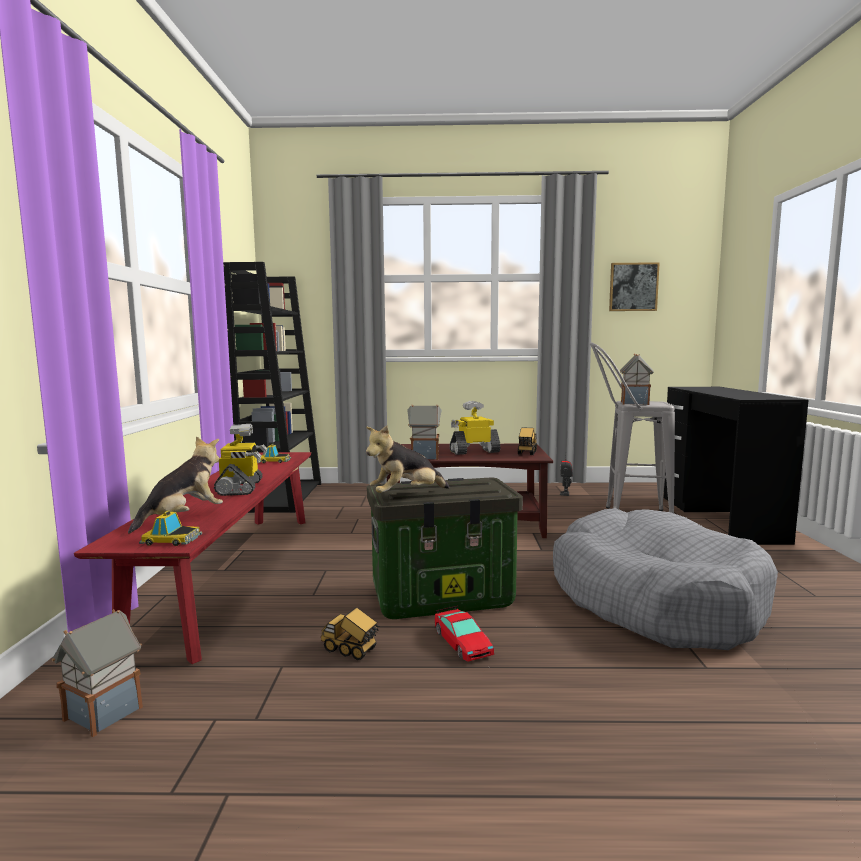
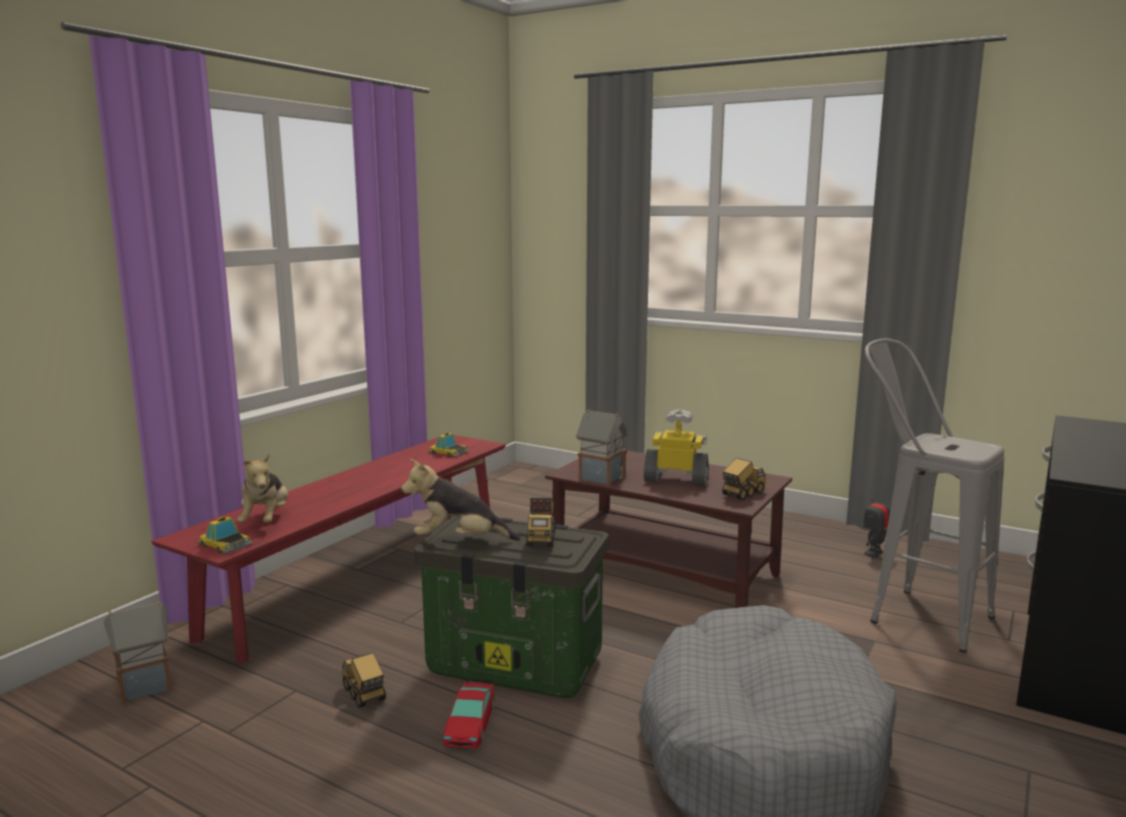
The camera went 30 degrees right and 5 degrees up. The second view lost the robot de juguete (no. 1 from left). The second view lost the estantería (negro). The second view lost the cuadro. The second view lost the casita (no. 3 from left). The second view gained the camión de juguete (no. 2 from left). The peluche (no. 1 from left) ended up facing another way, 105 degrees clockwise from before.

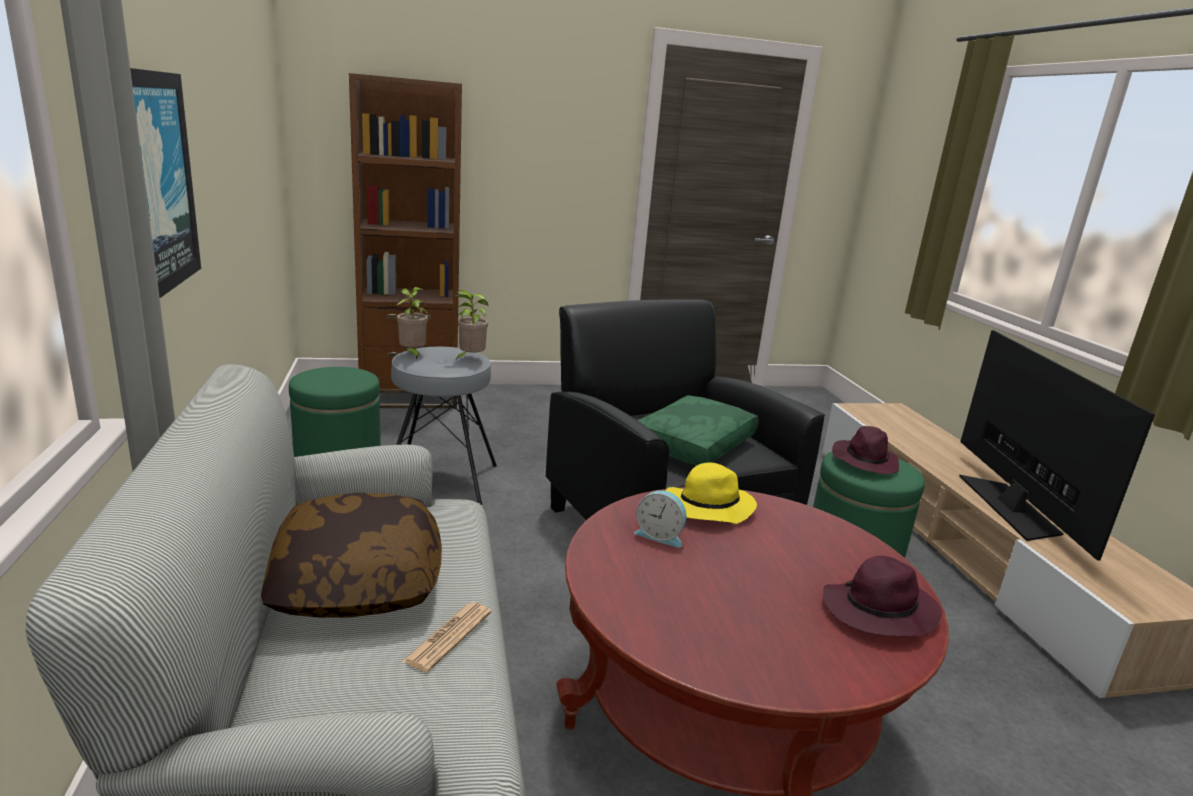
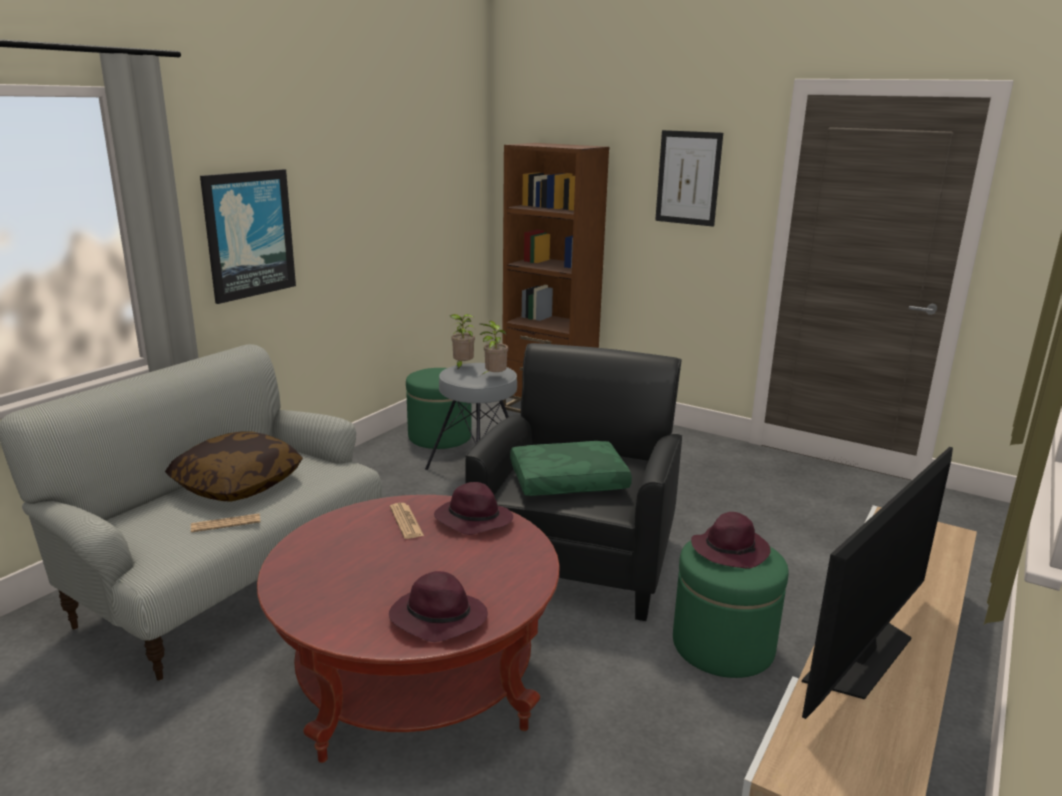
The camera went 45 degrees right and 0 degrees up. The second view gained the cuadro (no. 2 from left). Where the despertador stood, the periódico (no. 2 from left) came to stand. What was the sombrero (amarillo) turned into the sombrero (morado) (no. 2 from left).

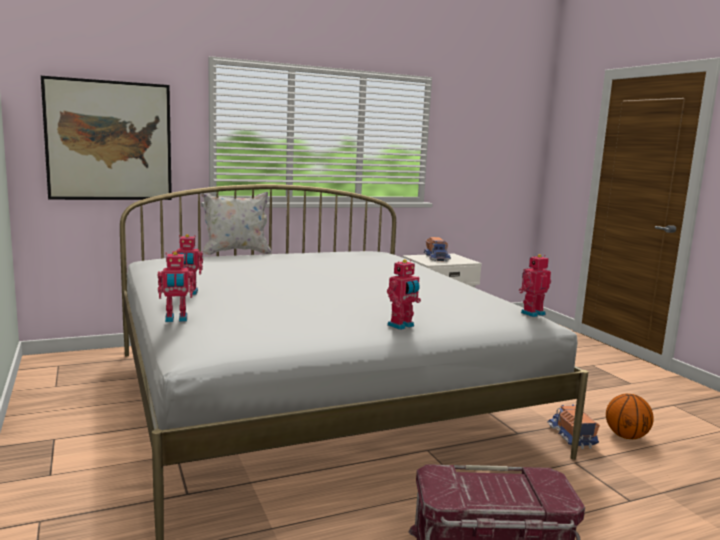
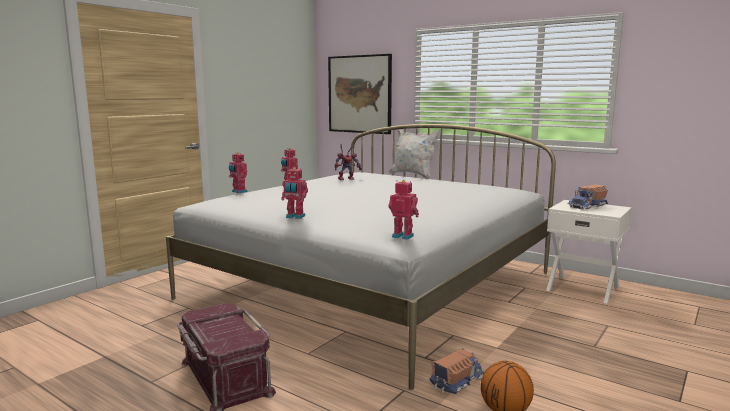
The camera went 60 degrees right and 0 degrees up. The second view gained the robot de juguete (no. 4 from left).

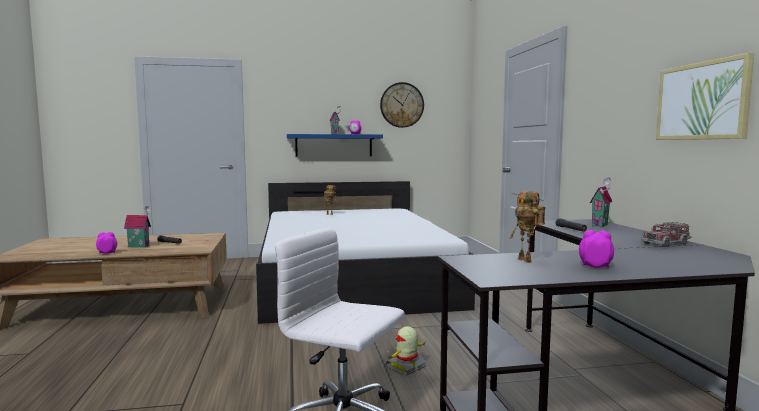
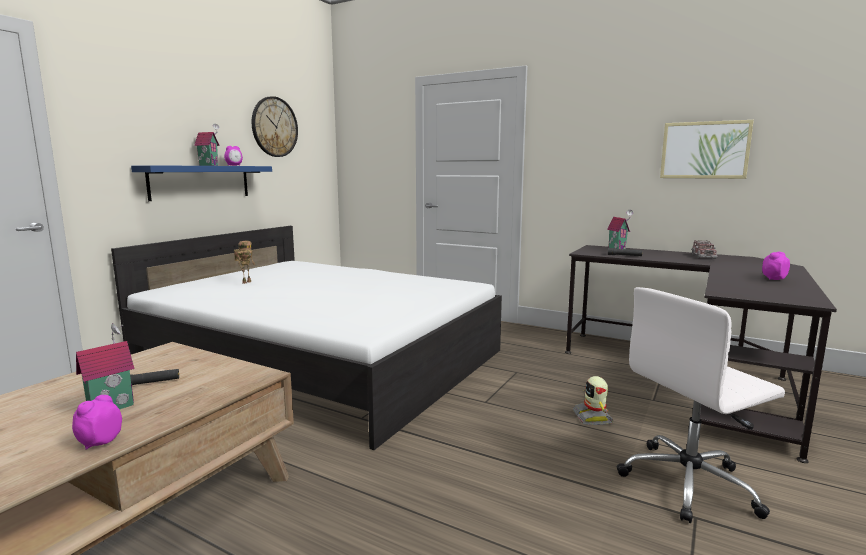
The camera went 50 degrees left and 5 degrees up. The second view lost the robot de juguete (no. 3 from left).

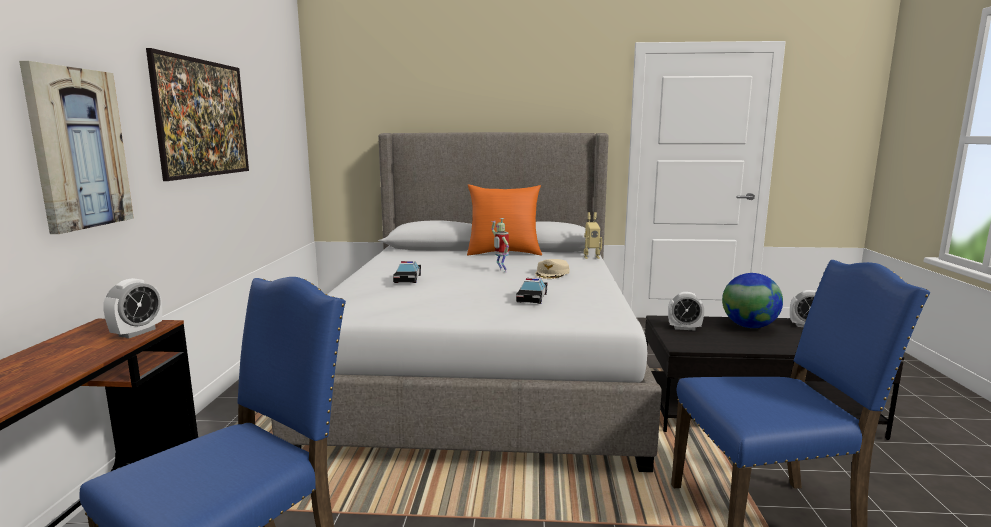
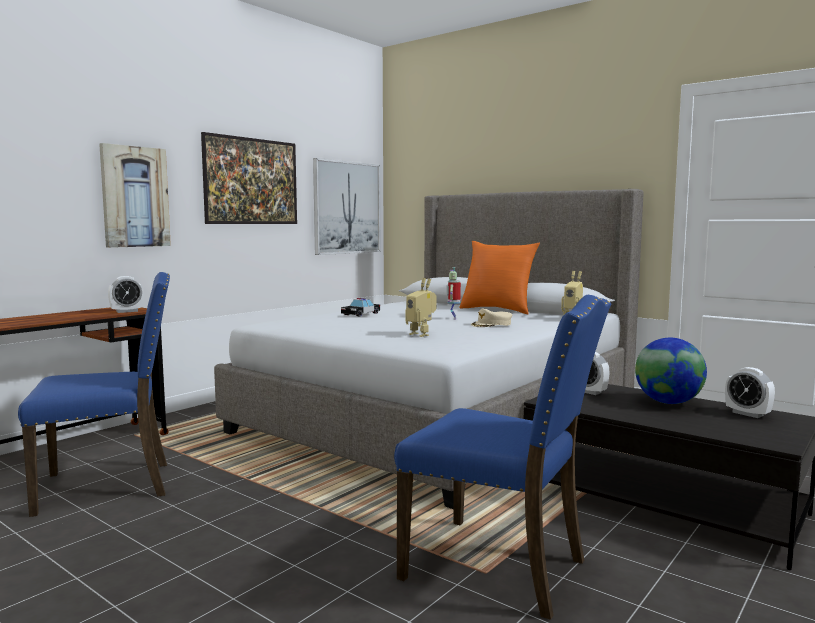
The camera went 35 degrees right and 5 degrees down. The second view gained the cuadro (no. 3 from left). Where the coche de juguete (no. 2 from left) stood, the robot de juguete (no. 1 from left) came to stand.

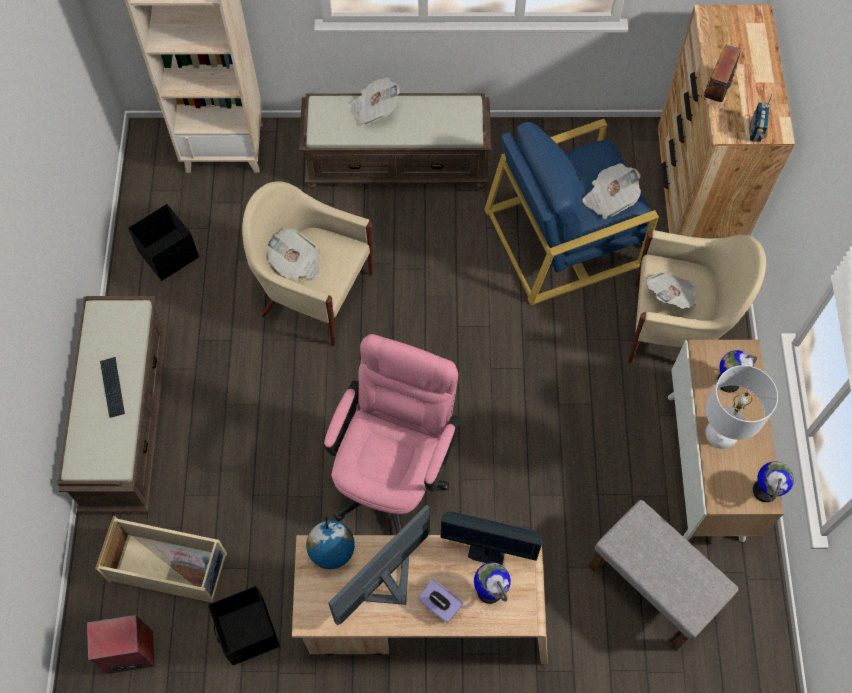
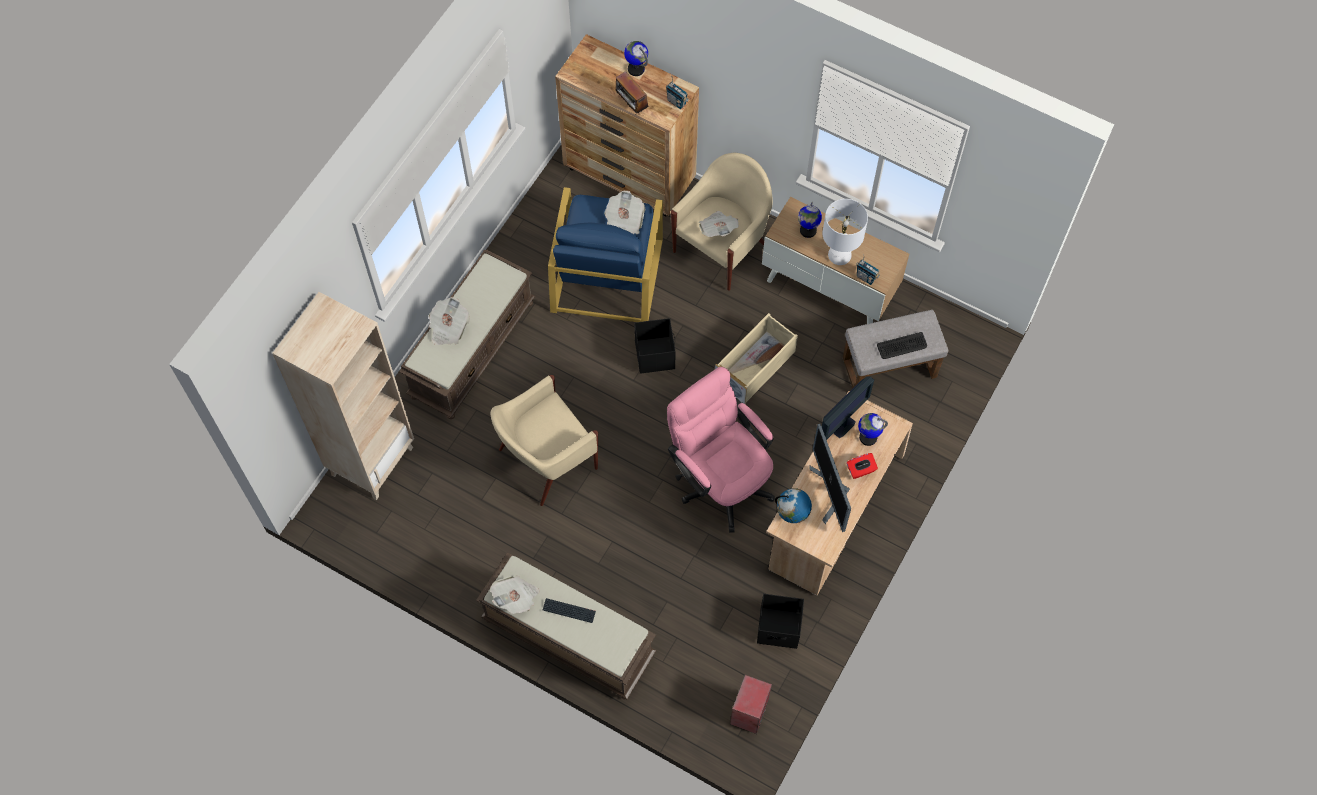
The camera went 60 degrees left and 0 degrees up. The second view gained the radio (no. 3 from left). The second view gained the teclado (no. 2 from left). The caja de almacenaje (beis) ended up elsewhere. The caja de almacenaje (negro) (no. 1 from left) ended up elsewhere. The periódico (no. 1 from left in the first image) ended up elsewhere. The globo terráqueo (no. 4 from left in the first image) ended up elsewhere. What was the caja de pañuelos (morado) turned into the caja de pañuelos (rojo).

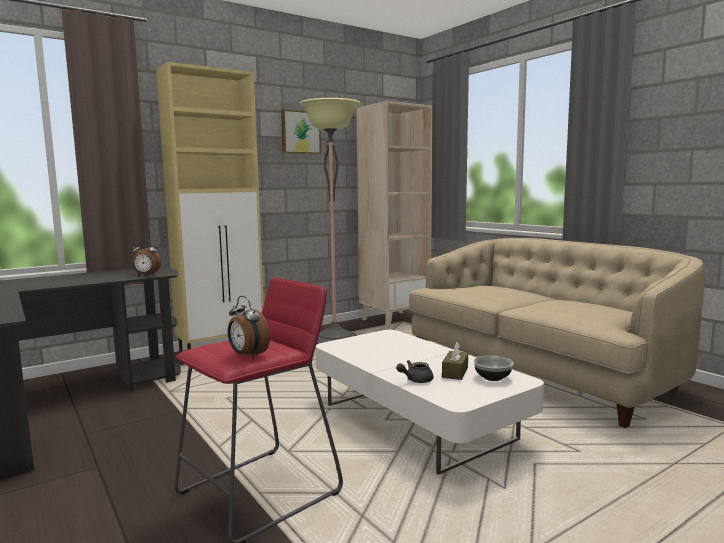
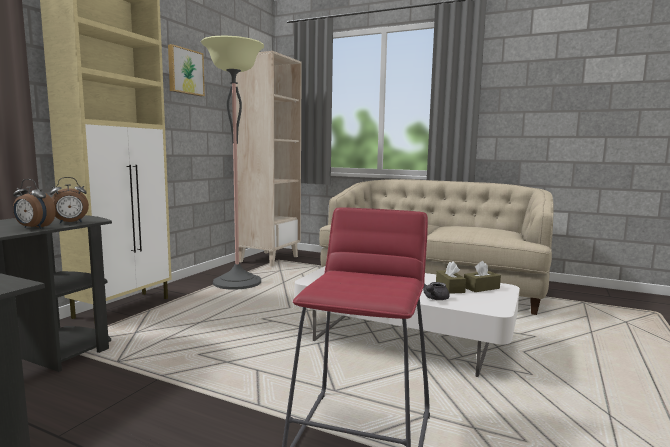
The camera went 30 degrees left and 0 degrees up. The despertador (no. 2 from left in the first image) ended up elsewhere. Where the cuenco stood, the caja de pañuelos (marrón) (no. 2 from left) came to stand.

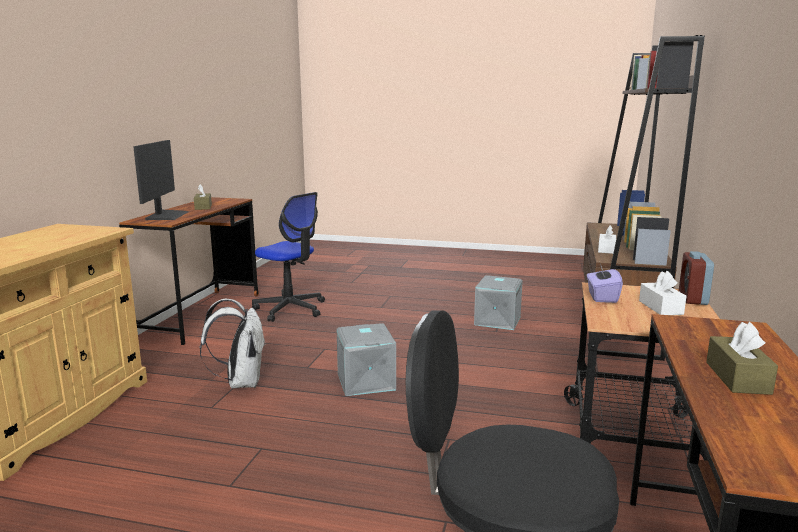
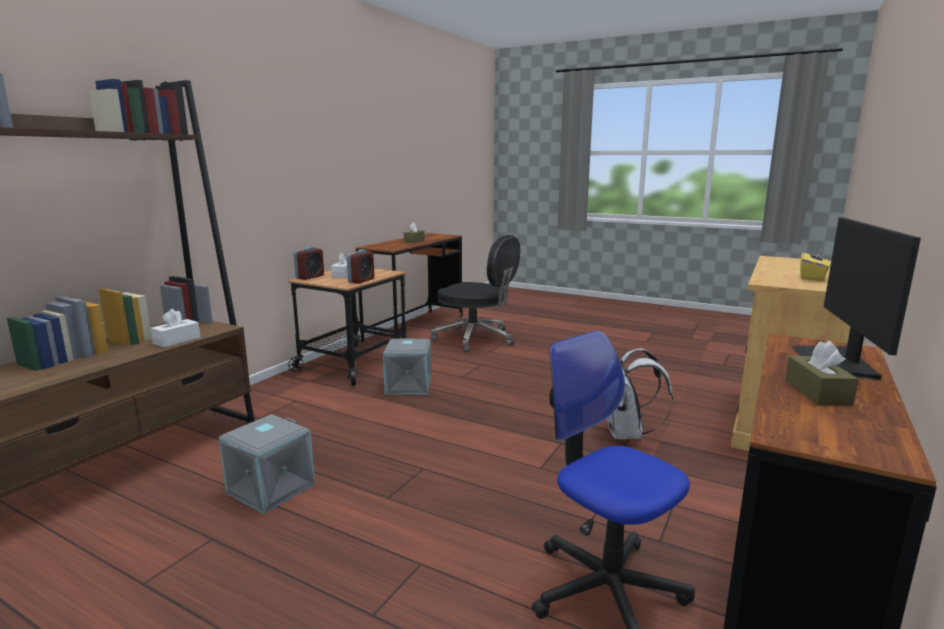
The camera went 165 degrees left and 0 degrees up. The second view gained the caja de pañuelos (amarillo). The caja de almacenaje (gris) (no. 1 from left in the first image) ended up elsewhere. Where the caja de pañuelos (morado) stood, the despertador (no. 2 from left) came to stand.

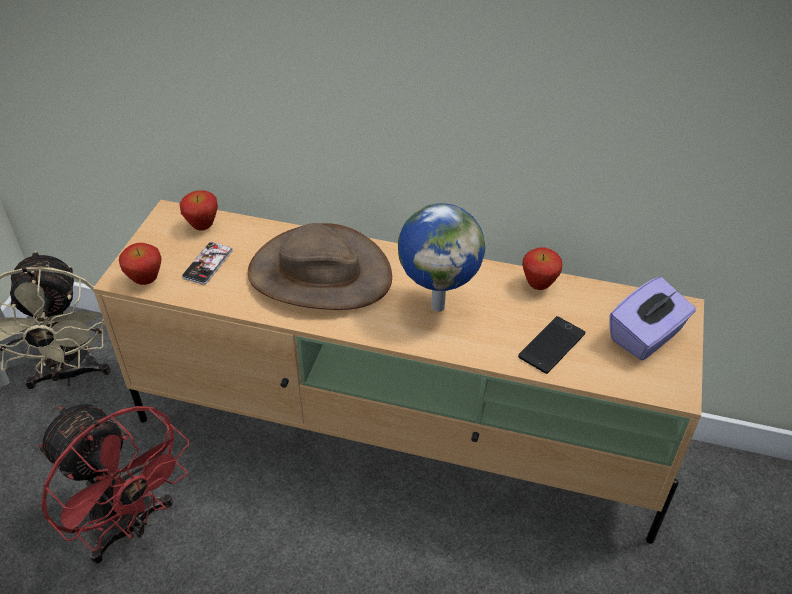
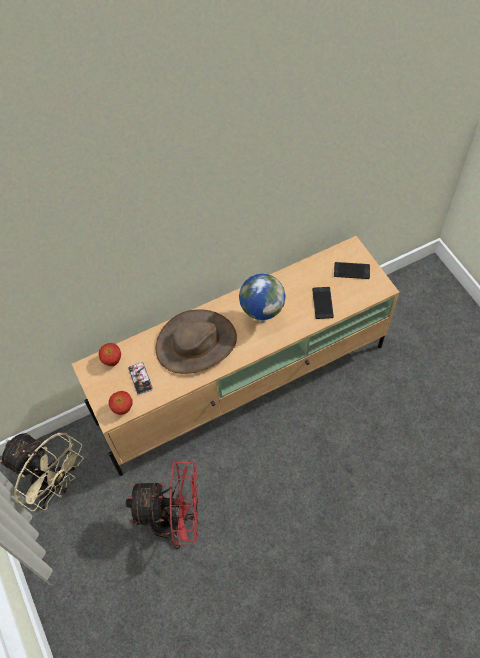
The camera went 40 degrees left and 15 degrees up. The second view lost the manzana (no. 3 from left). Where the caja de pañuelos (morado) stood, the móvil (no. 3 from left) came to stand.

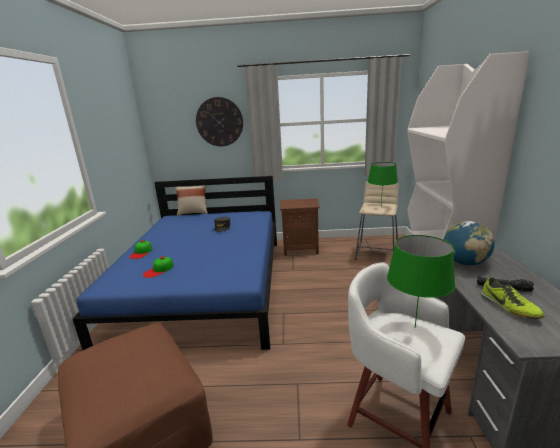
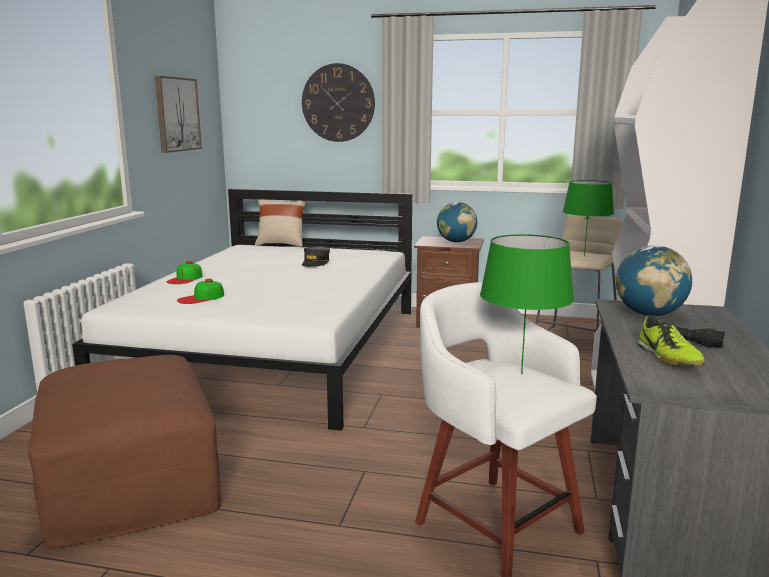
The camera went 10 degrees right and 5 degrees down. The second view gained the cuadro. The second view gained the globo terráqueo (no. 1 from left). What was the cama (azul) turned into the cama (blanco).

